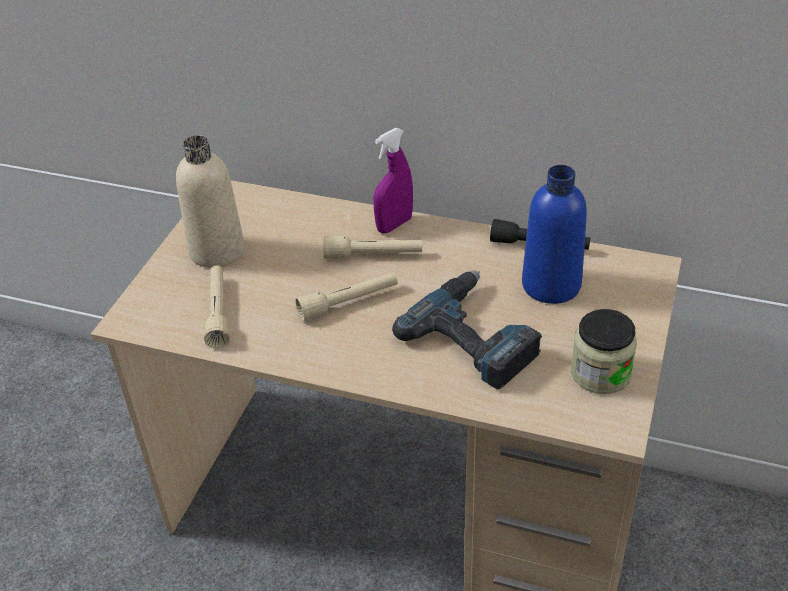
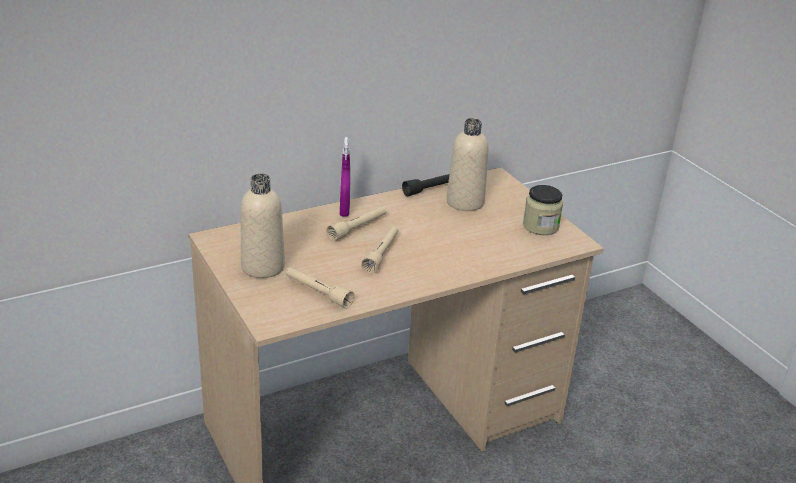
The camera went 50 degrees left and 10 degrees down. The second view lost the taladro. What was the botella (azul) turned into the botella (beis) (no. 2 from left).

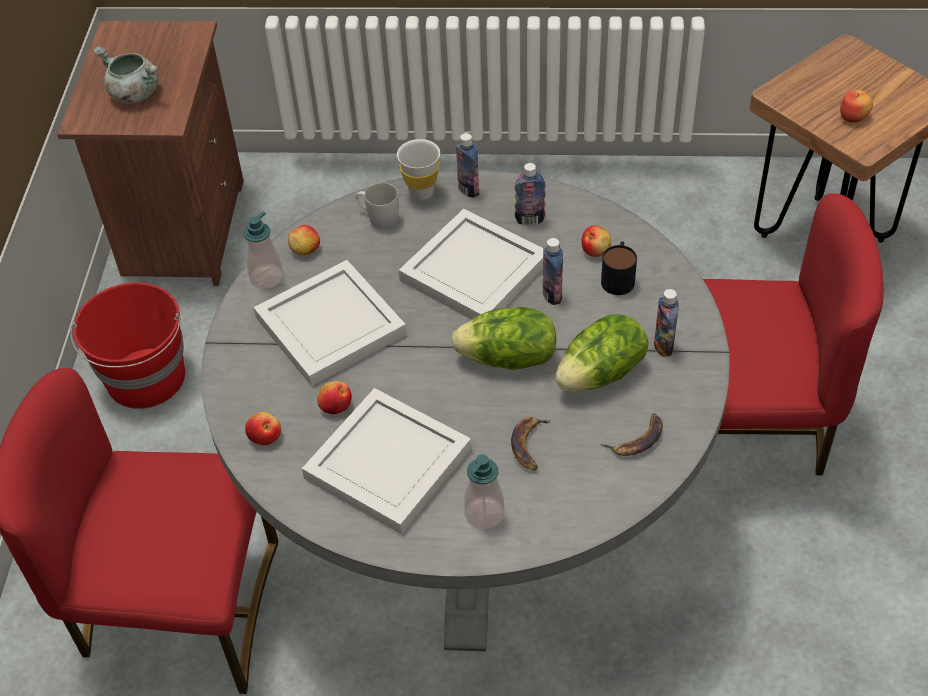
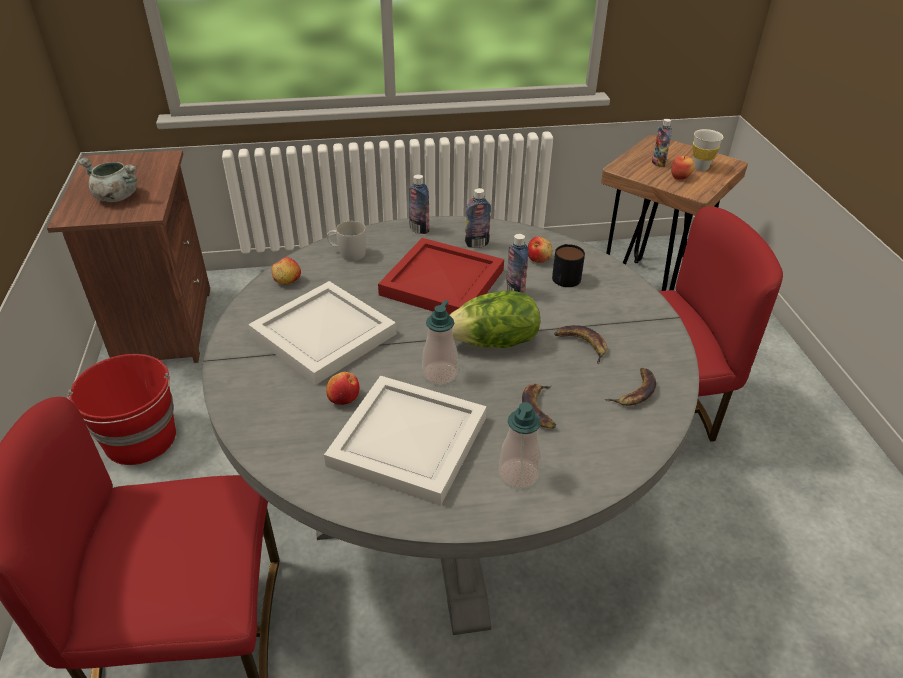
The camera went 15 degrees left and 10 degrees down. The second view lost the manzana (no. 1 from left). The dispensador de jabón (no. 1 from left) ended up elsewhere. The taza (blanco) ended up elsewhere. The botella (no. 4 from left) ended up elsewhere. Where the lechuga (no. 2 from left) stood, the plátano (no. 2 from left) came to stand. What was the bandeja (blanco) (no. 3 from left) turned into the bandeja (rojo).

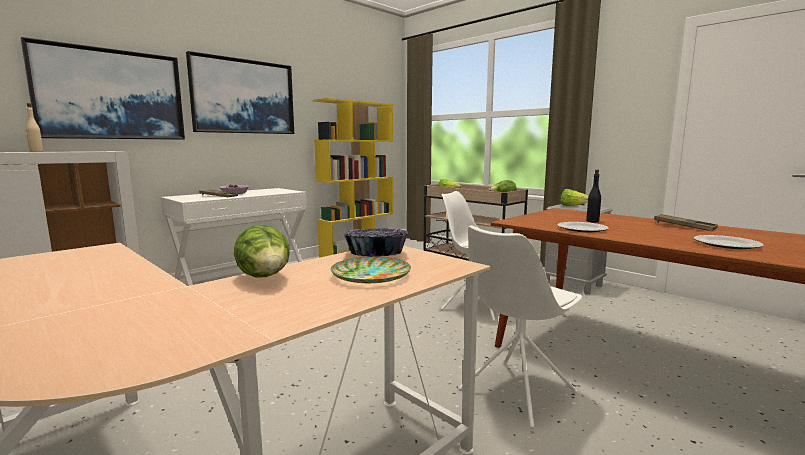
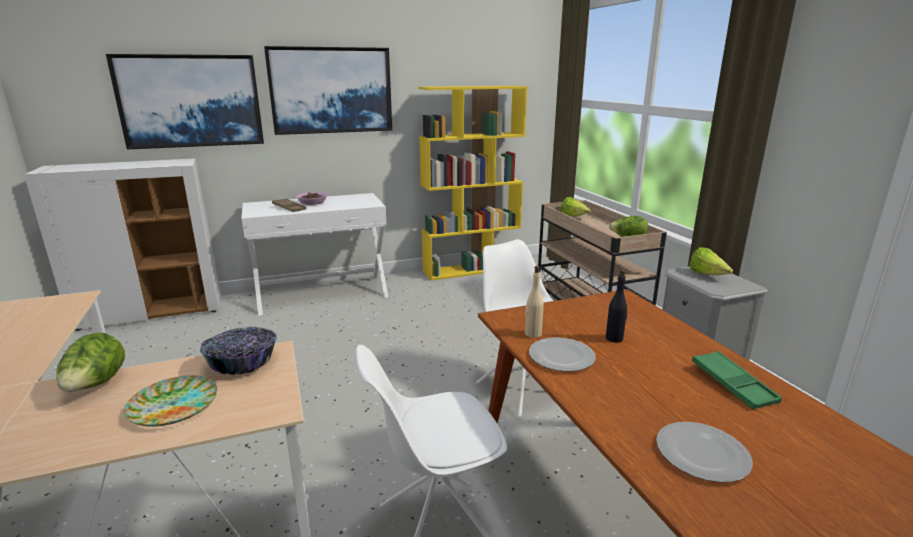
The camera went 25 degrees right and 10 degrees up. The botella (beis) ended up elsewhere. What was the bandeja (marrón) (no. 2 from left) turned into the bandeja (verde).

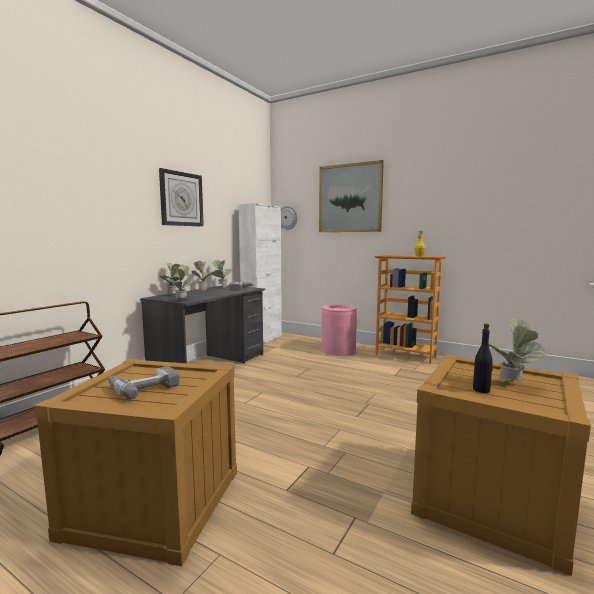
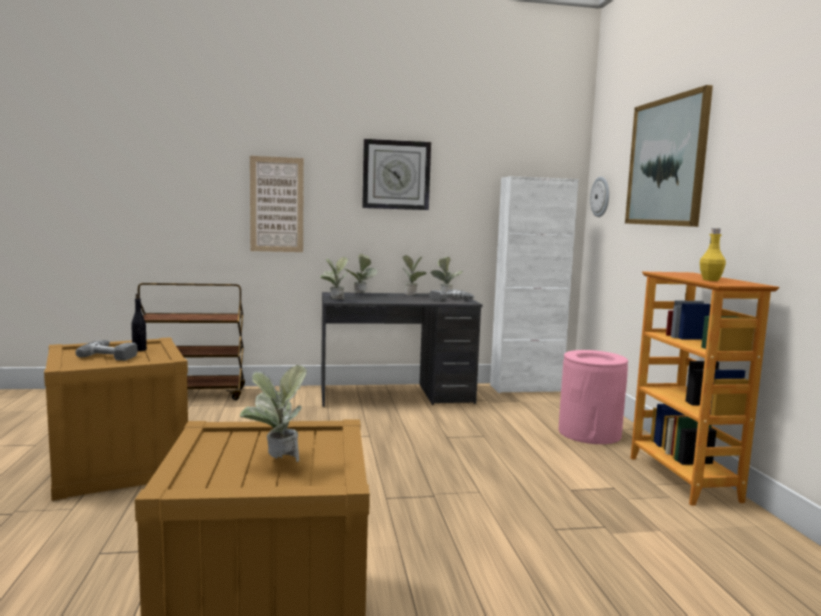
The camera went 50 degrees right and 0 degrees up. The second view gained the cuadro (no. 1 from left). The botella (negro) ended up elsewhere.

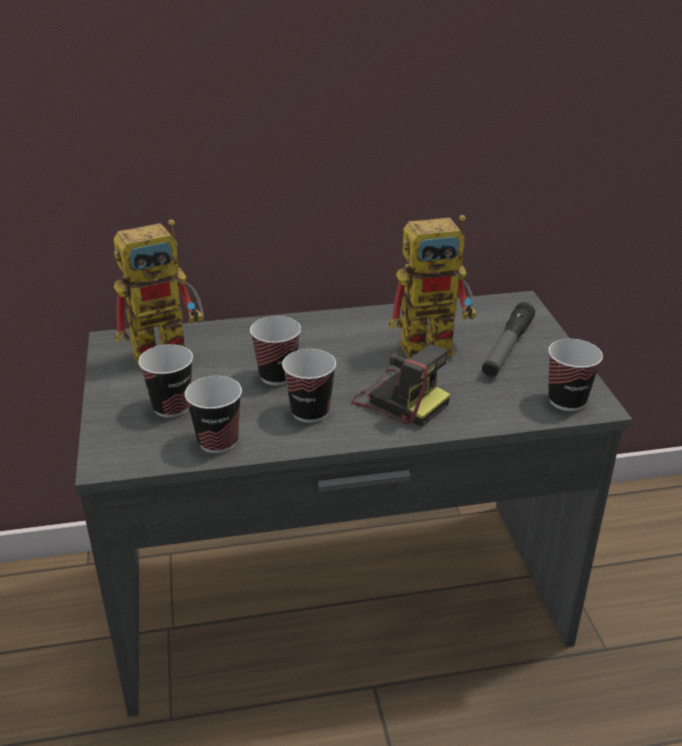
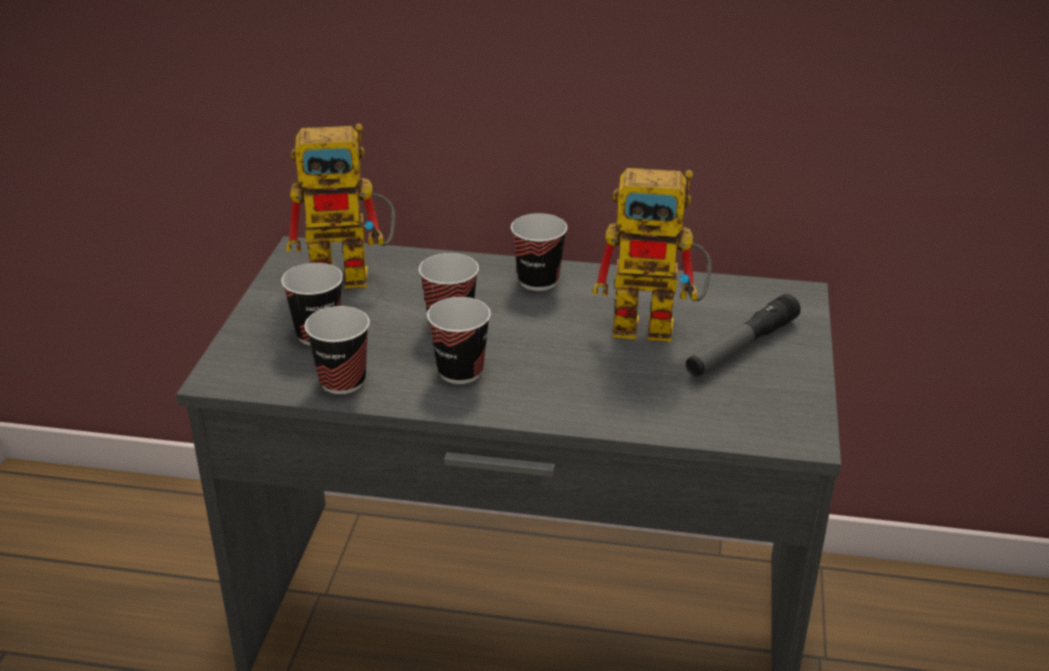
The camera went 20 degrees right and 0 degrees up. The second view lost the cámara. The taza (no. 5 from left) ended up elsewhere.

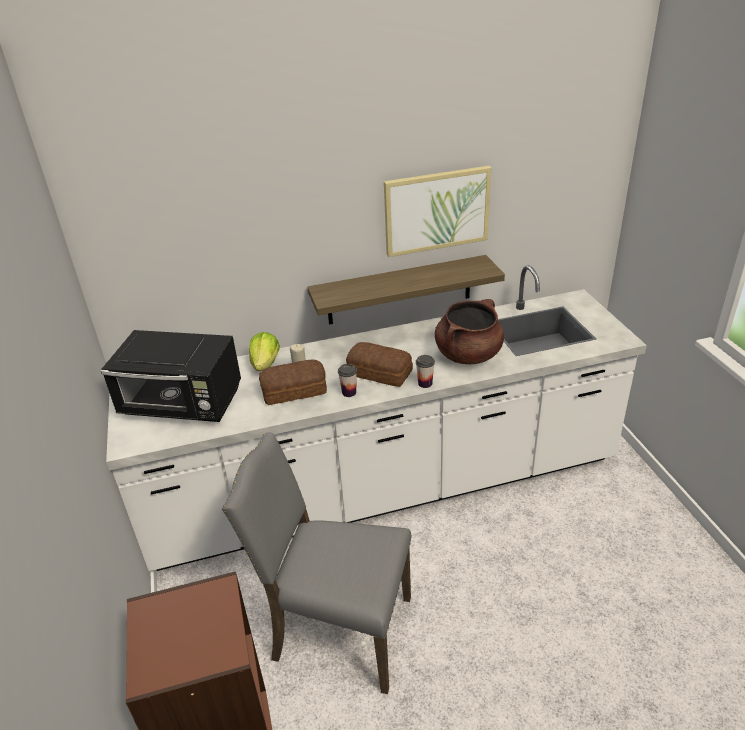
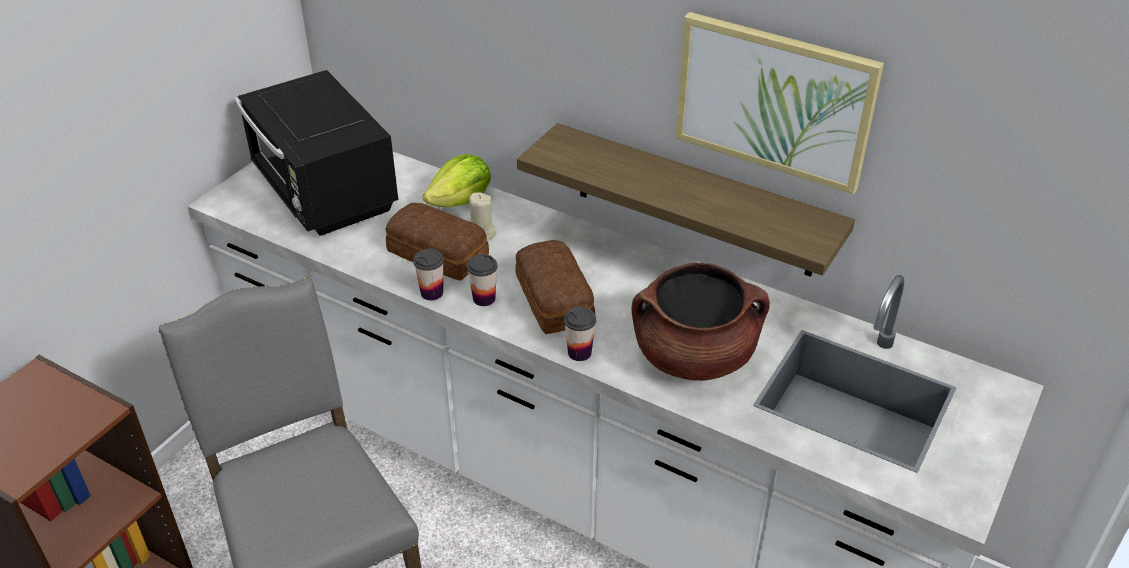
The camera went 45 degrees right and 5 degrees up. The second view gained the taza (no. 1 from left).

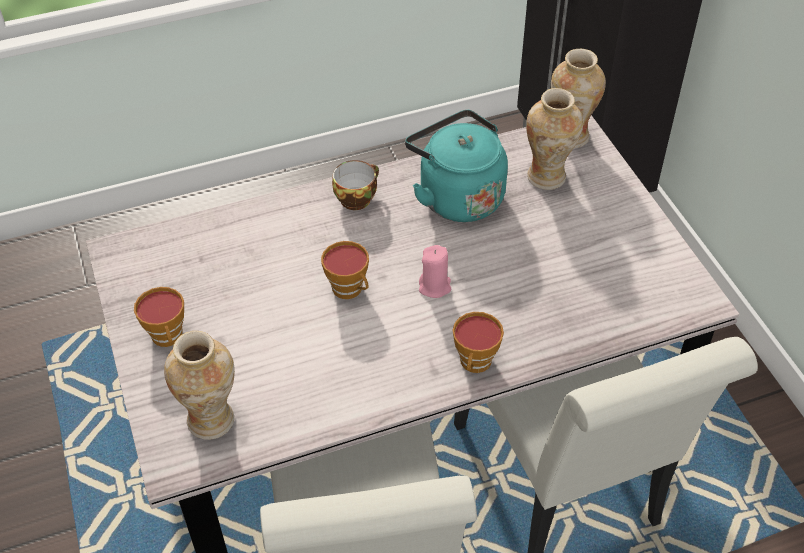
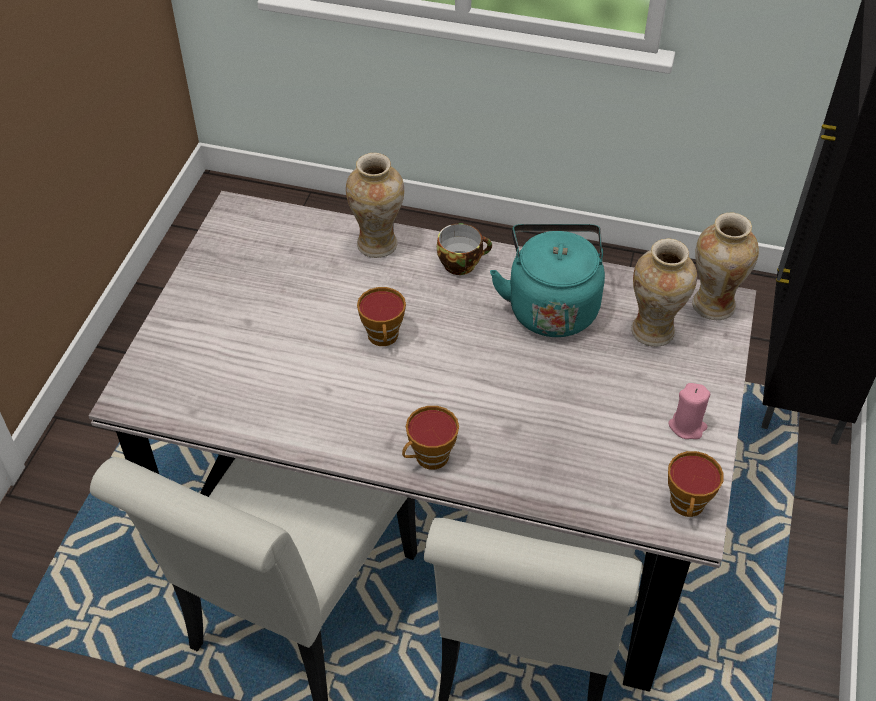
The camera went 35 degrees right and 0 degrees up. The taza (no. 1 from left in the first image) ended up elsewhere. The florero (no. 1 from left) ended up elsewhere. The vela (rosa) ended up elsewhere.

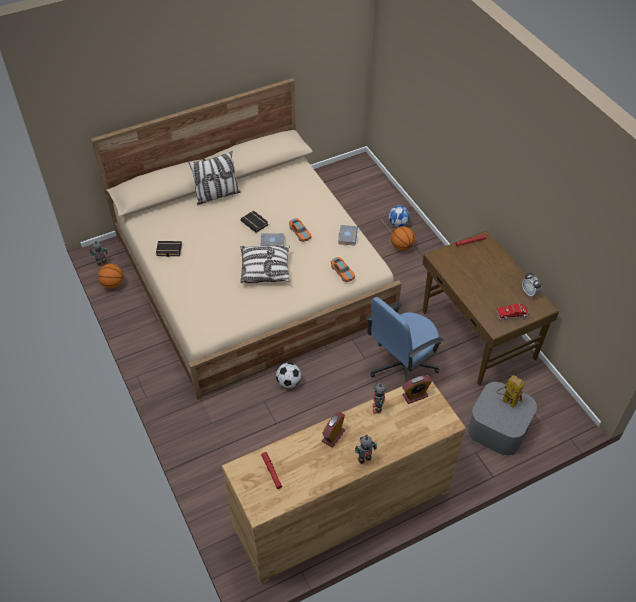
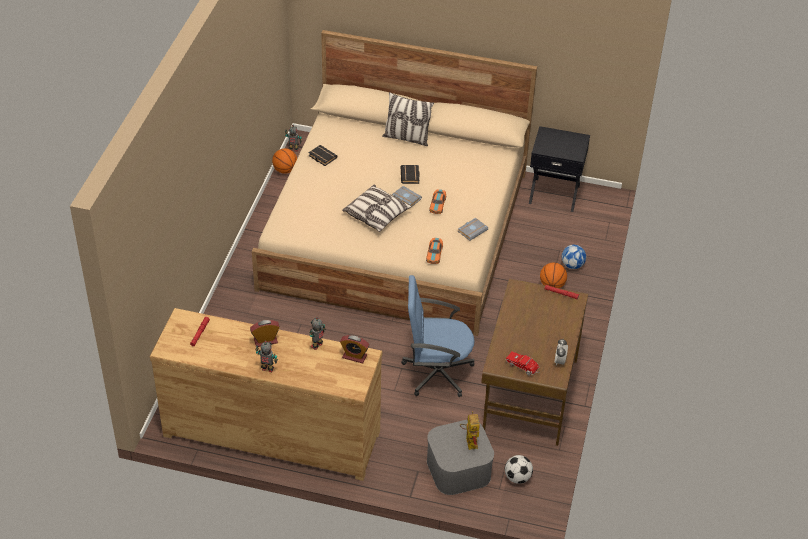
The camera went 40 degrees right and 5 degrees down. The second view gained the mesita de noche (negro). The balón de fútbol (no. 1 from left) ended up elsewhere.

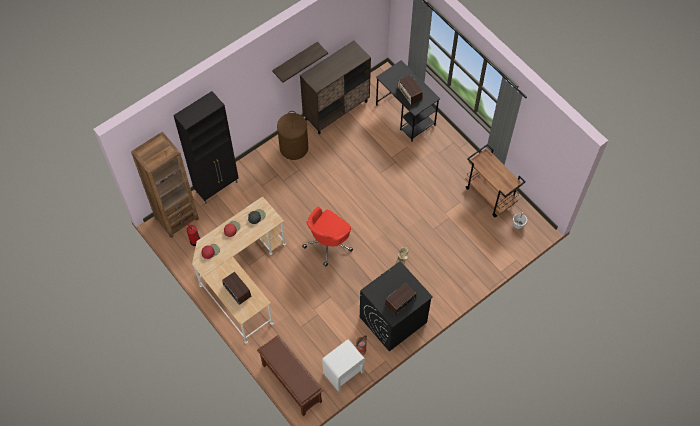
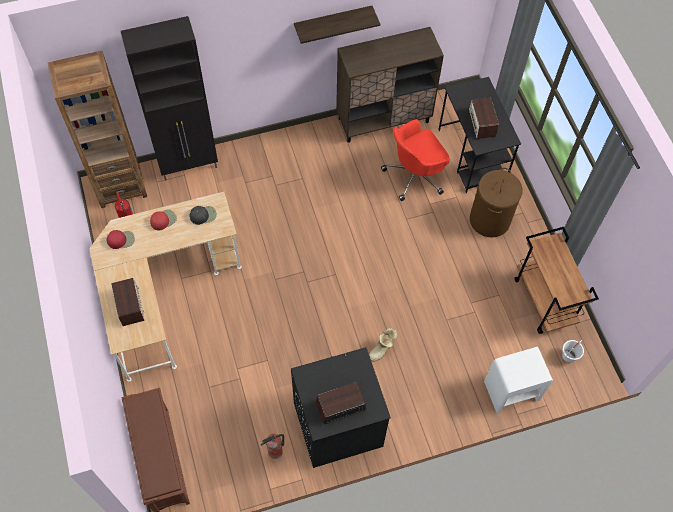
The camera went 20 degrees right and 0 degrees up. The cesto de la ropa (marrón) ended up elsewhere. The silla de oficina (rojo) ended up elsewhere. The mesita de noche (blanco) ended up elsewhere.

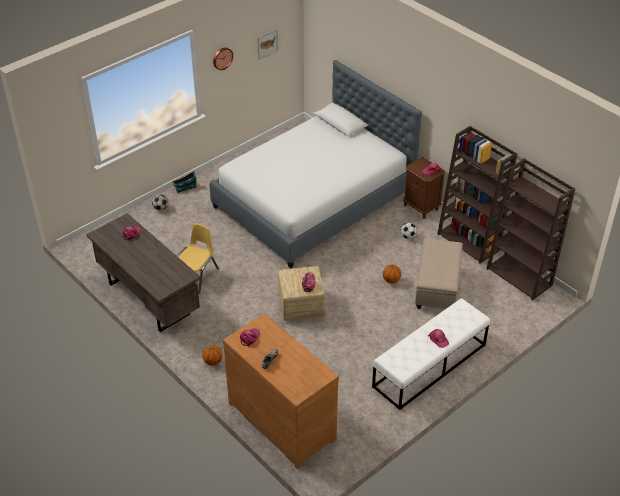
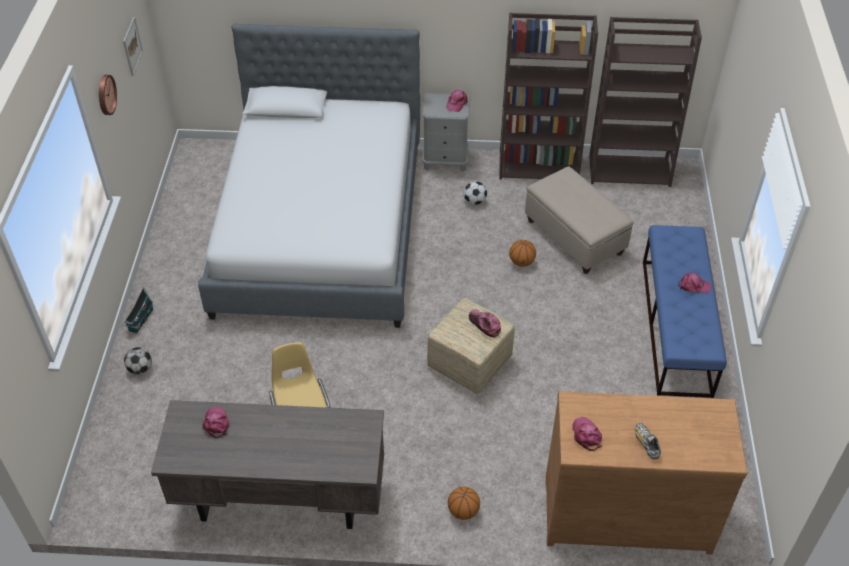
The camera went 45 degrees left and 5 degrees up. What was the banco (blanco) turned into the banco (azul). What was the mesita de noche (marrón) turned into the mesita de noche (gris).

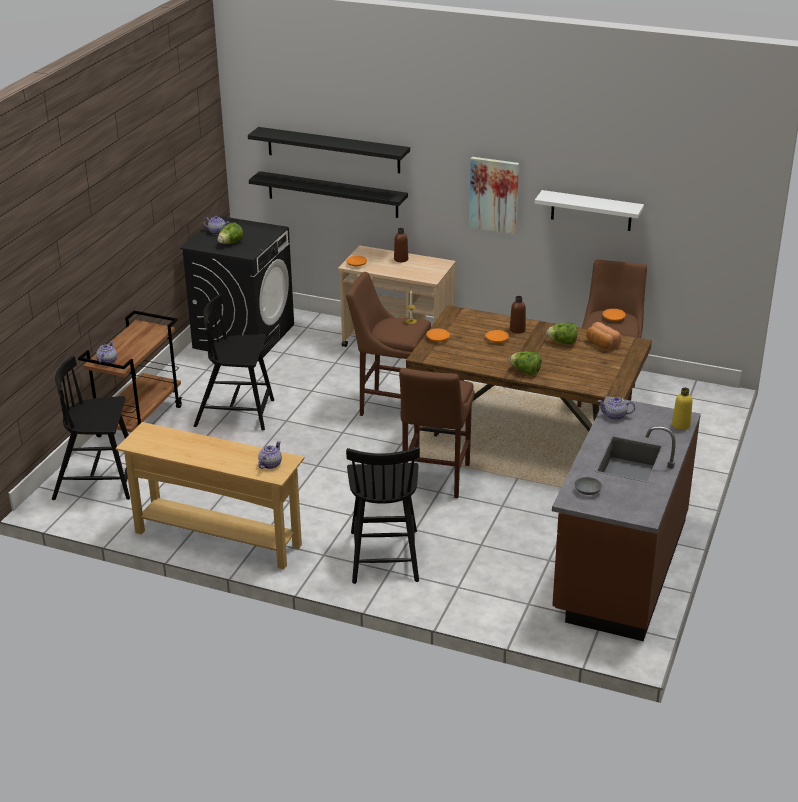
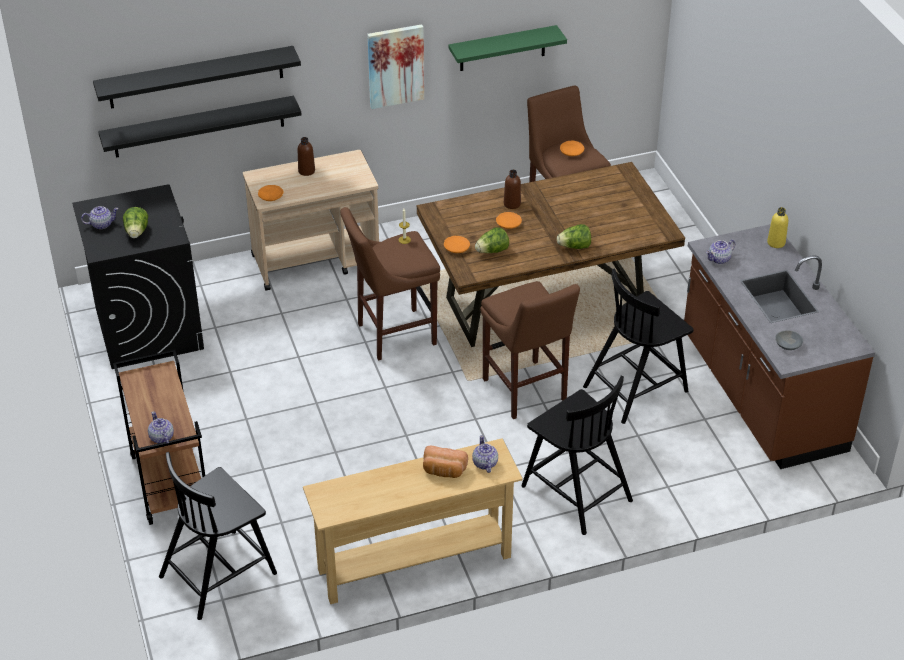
The camera went 40 degrees left and 10 degrees up. The silla (negro) (no. 2 from left in the first image) ended up elsewhere. The lechuga (no. 3 from left in the first image) ended up elsewhere. The pan ended up elsewhere. What was the estante (blanco) turned into the estante (verde).

